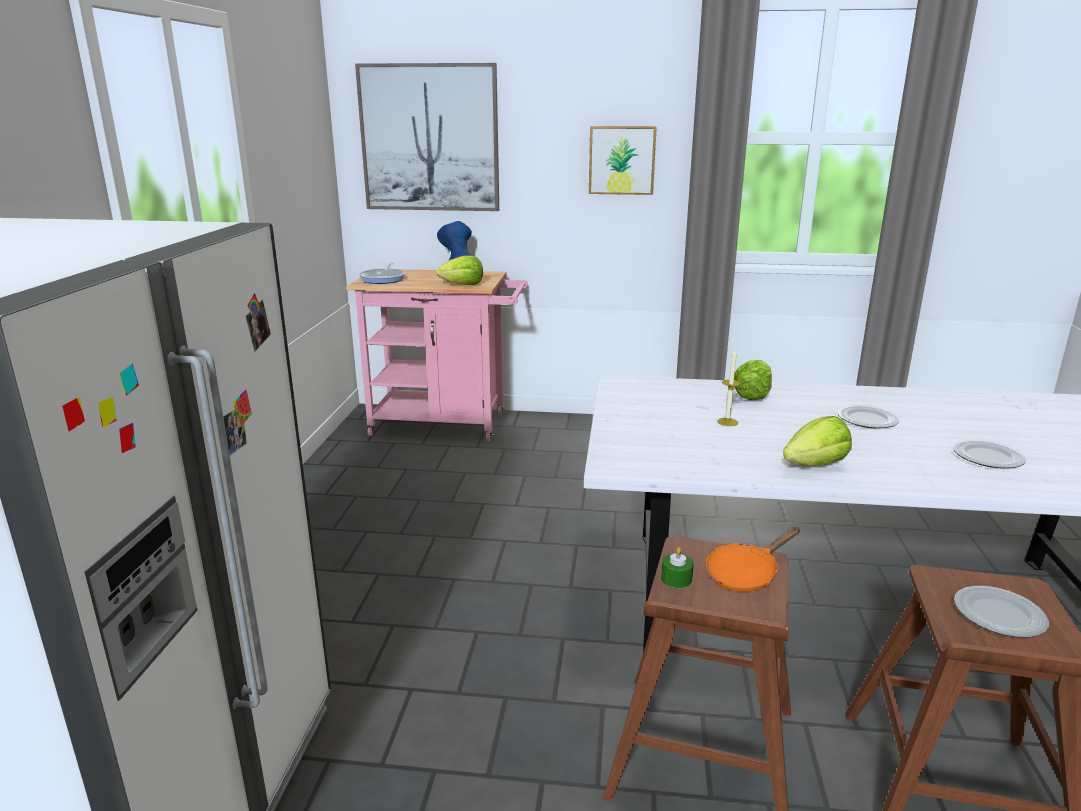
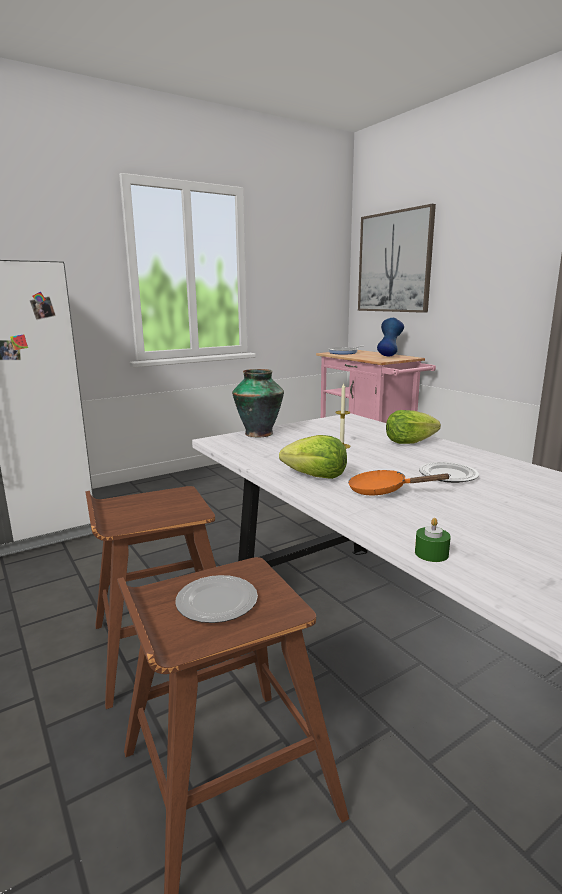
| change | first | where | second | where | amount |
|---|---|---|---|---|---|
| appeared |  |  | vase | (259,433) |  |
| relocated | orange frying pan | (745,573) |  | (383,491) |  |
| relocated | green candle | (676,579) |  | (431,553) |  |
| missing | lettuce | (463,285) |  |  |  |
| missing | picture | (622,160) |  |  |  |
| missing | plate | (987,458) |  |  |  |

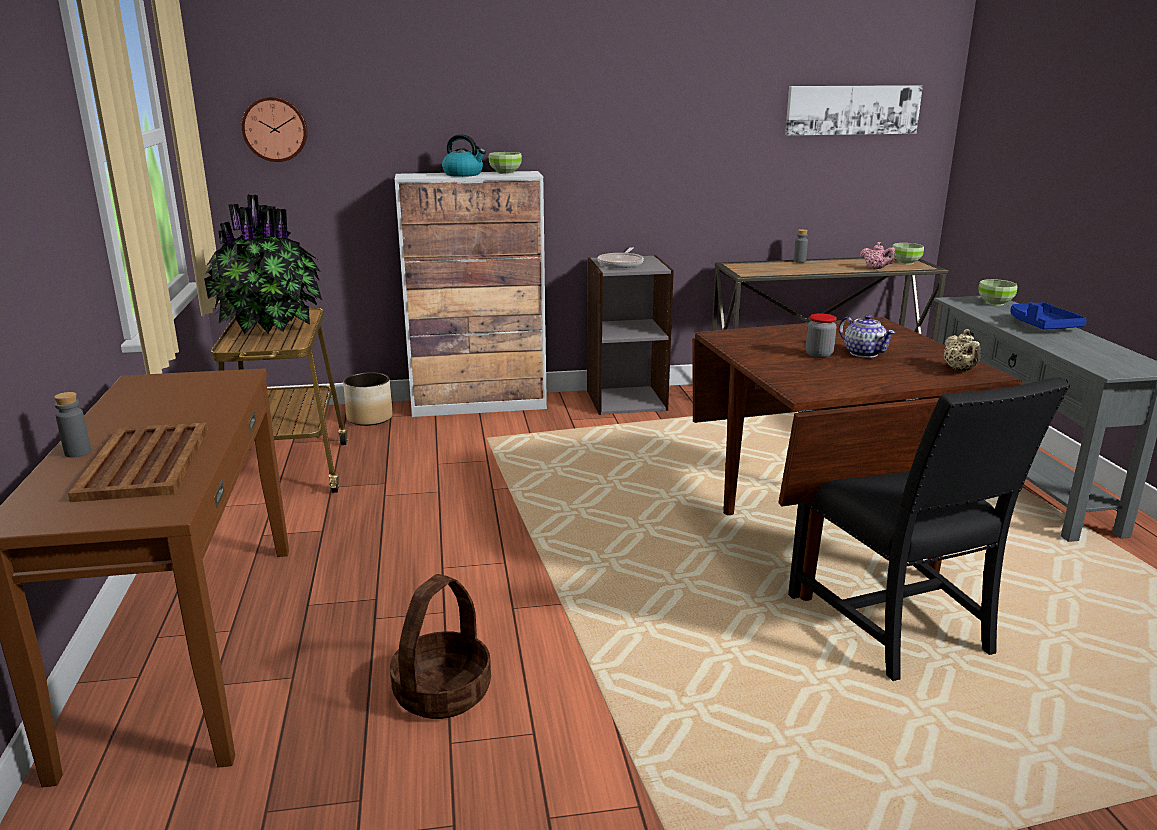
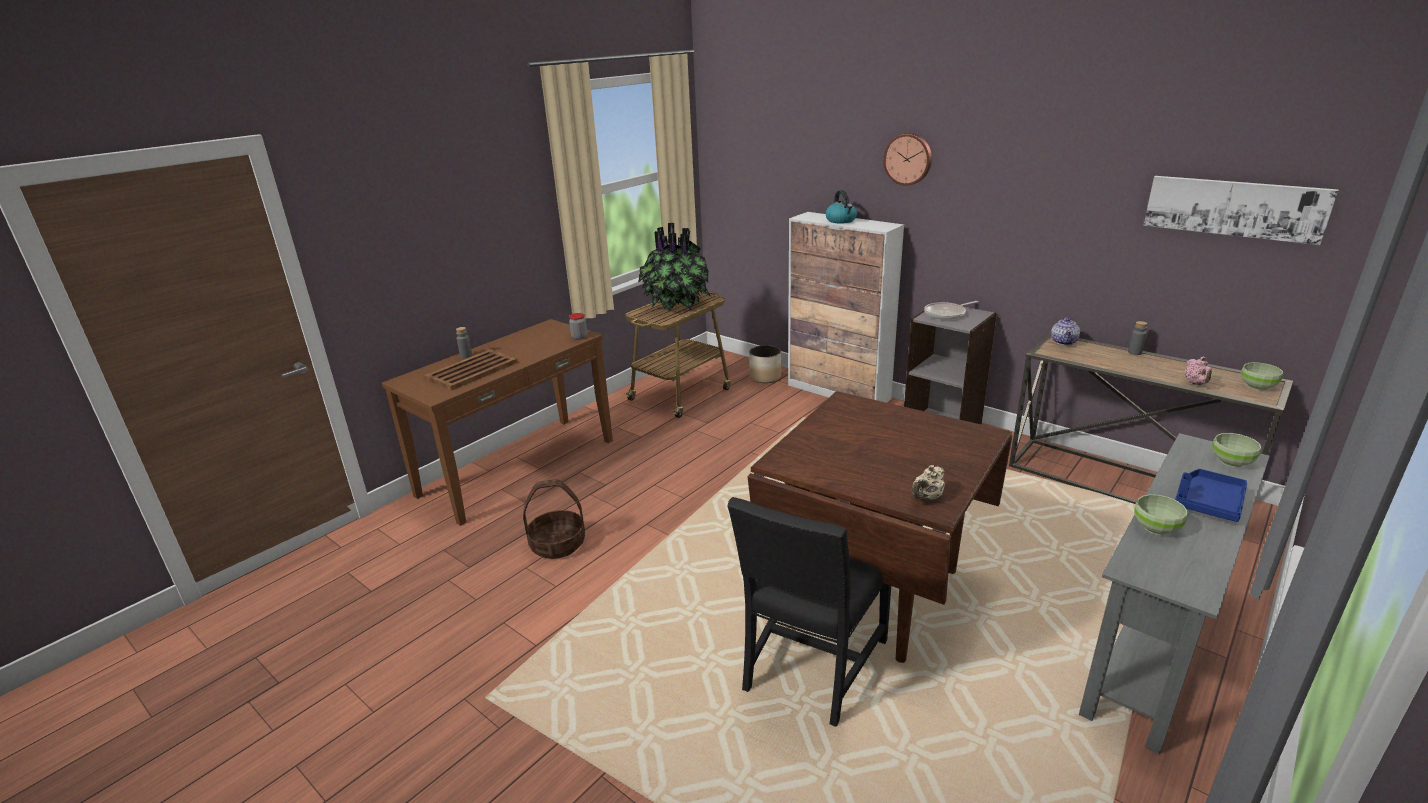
| change | first | where | second | where | amount |
|---|---|---|---|---|---|
| relocated | jar | (819,355) |  | (579,337) |  |
| relocated | wall clock | (275,129) |  | (908,159) |  |
| relocated | teapot | (863,353) |  | (1064,342) |  |
| relocated | green bowl | (505,173) |  | (1155,528) |  |

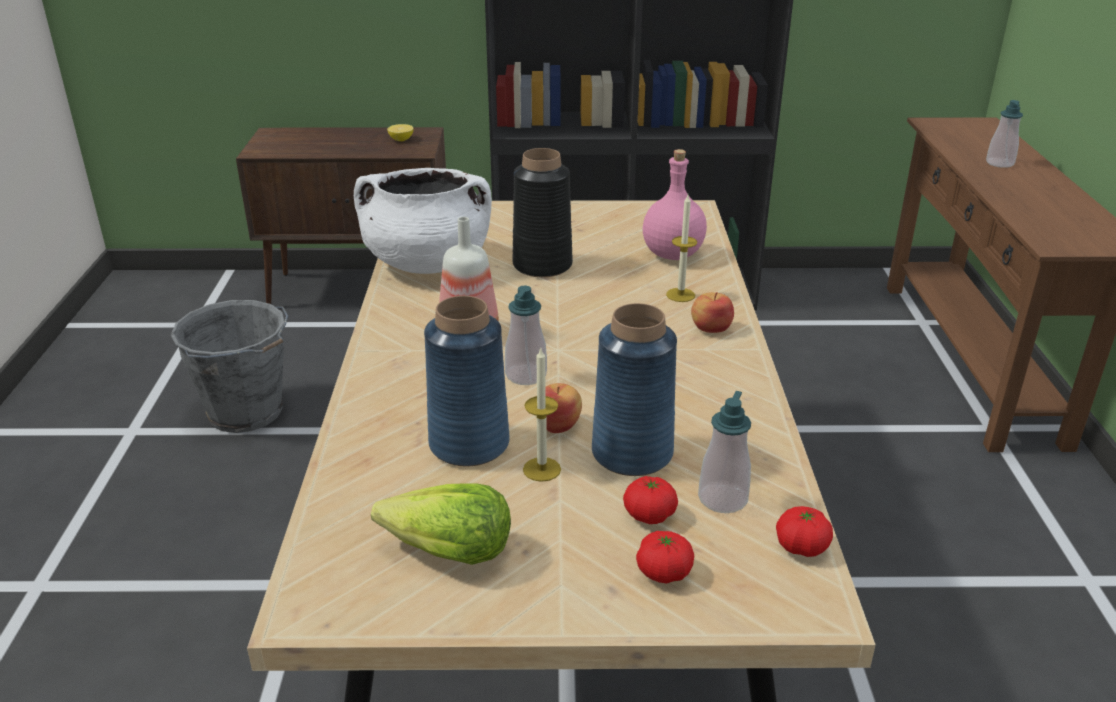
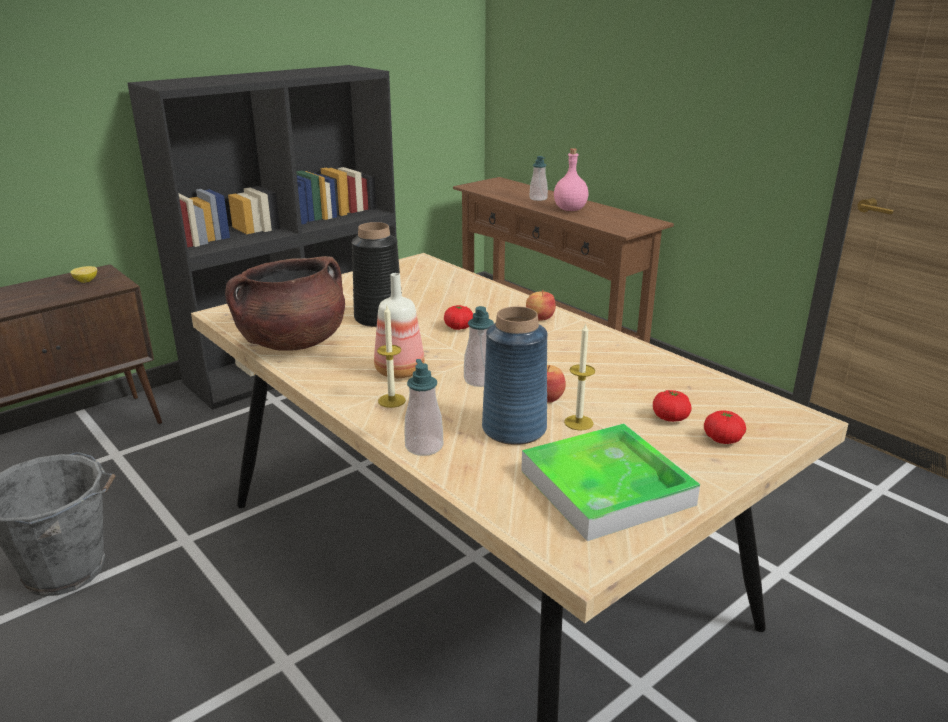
| change | first | where | second | where | amount |
|---|---|---|---|---|---|
| colour | white cooking pot | (427,263) | brown cooking pot | (293,343) |  |
| relocated | candle | (680,295) |  | (391,400) |  |
| relocated | soap dispenser | (722,499) |  | (424,446) |  |
| relocated | tomato | (801,546) |  | (458,327) |  |
| exchanged | lettuce | (448,552) | tray | (606,487) |  |
| relocated | pink bottle | (673,254) |  | (570,209) |  |
| missing | blue vase | (631,453) |  |  |  |

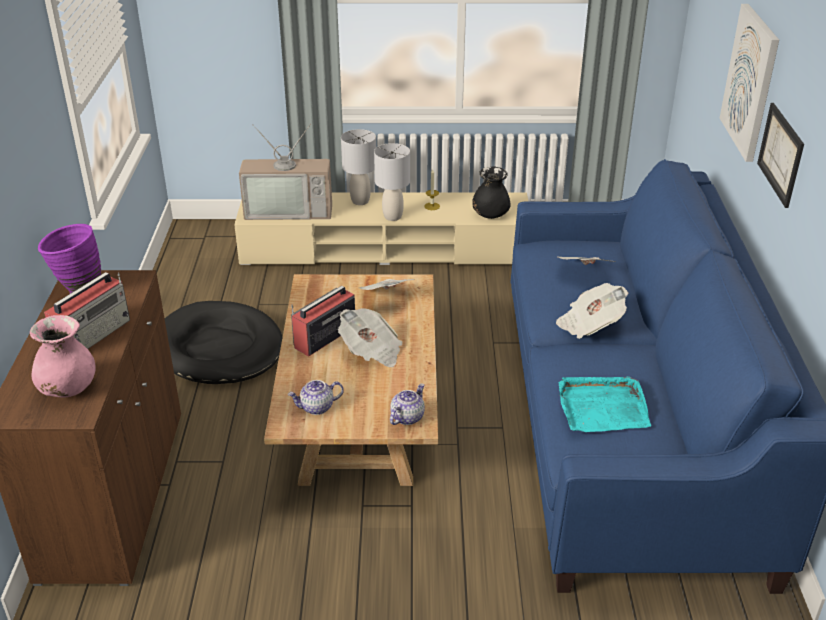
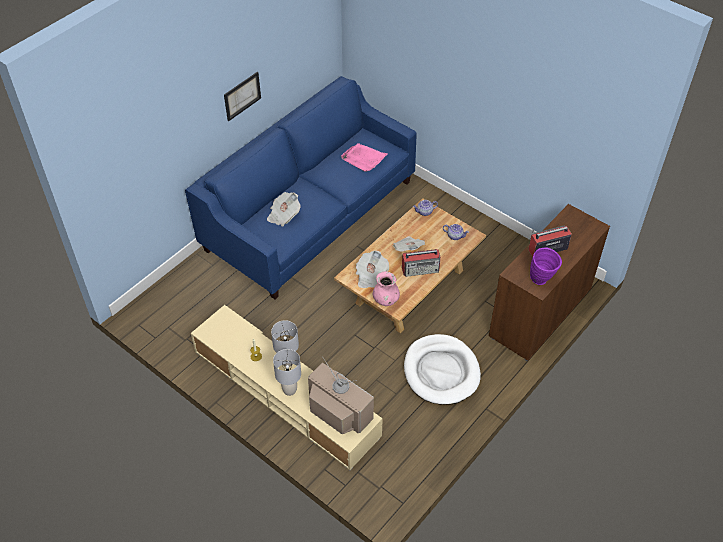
| change | first | where | second | where | amount |
|---|---|---|---|---|---|
| colour | turquoise tray | (602,407) | pink tray | (363,158) |  |
| relocated | pink vase | (68,389) |  | (386,300) |  |
| colour | black dog bed | (219,348) | white dog bed | (441,371) |  |
| missing | black vase | (490,215) |  |  |  |
| missing | newspaper | (589,325) |  |  |  |
| missing | picture | (750,82) |  |  |  |

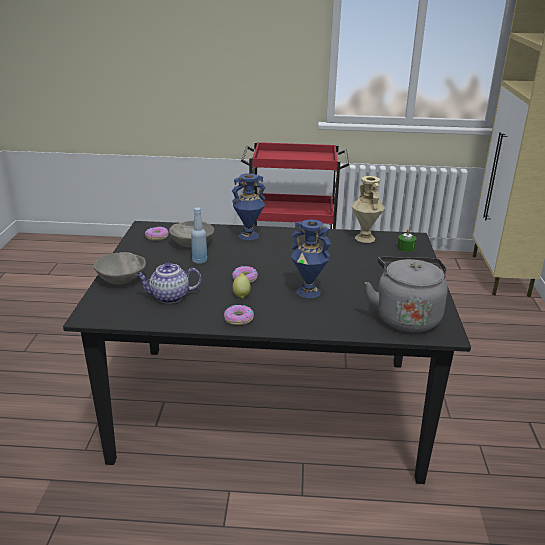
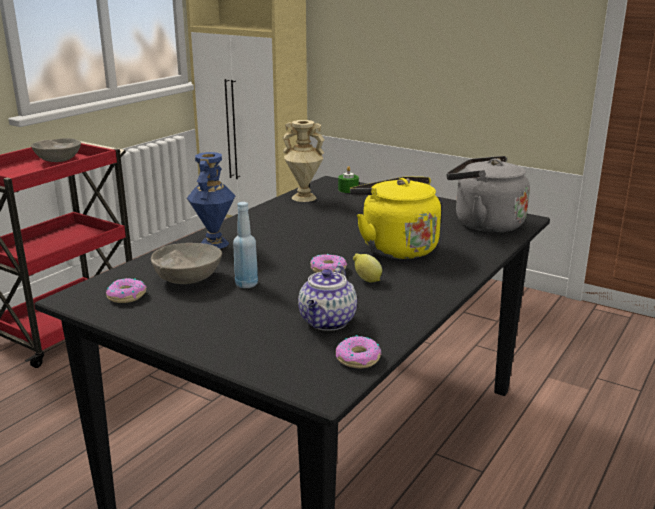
| change | first | where | second | where | amount |
|---|---|---|---|---|---|
| relocated | grey bowl | (120,279) |  | (57,160) |  |
| relocated | donut | (238,319) |  | (358,359) |  |
| exchanged | blue vase | (309,291) | yellow kettle | (395,248) |  |

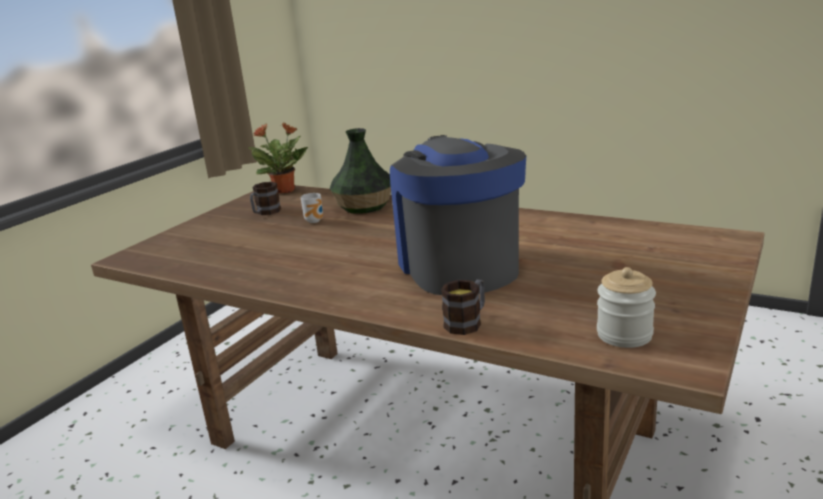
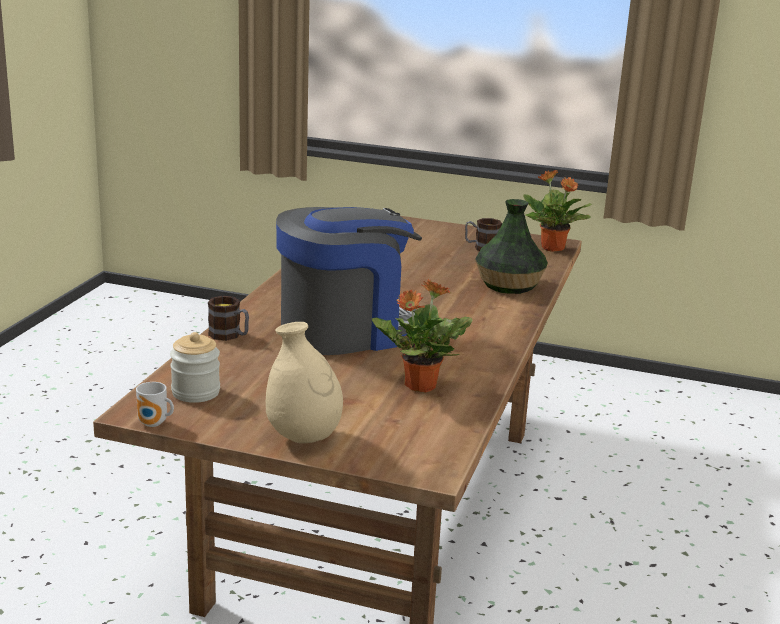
| change | first | where | second | where | amount |
|---|---|---|---|---|---|
| relocated | mug | (316,220) |  | (154,424) |  |
| appeared |  |  | beige vase | (303,437) |  |
| appeared |  |  | potted plant | (419,386) |  |

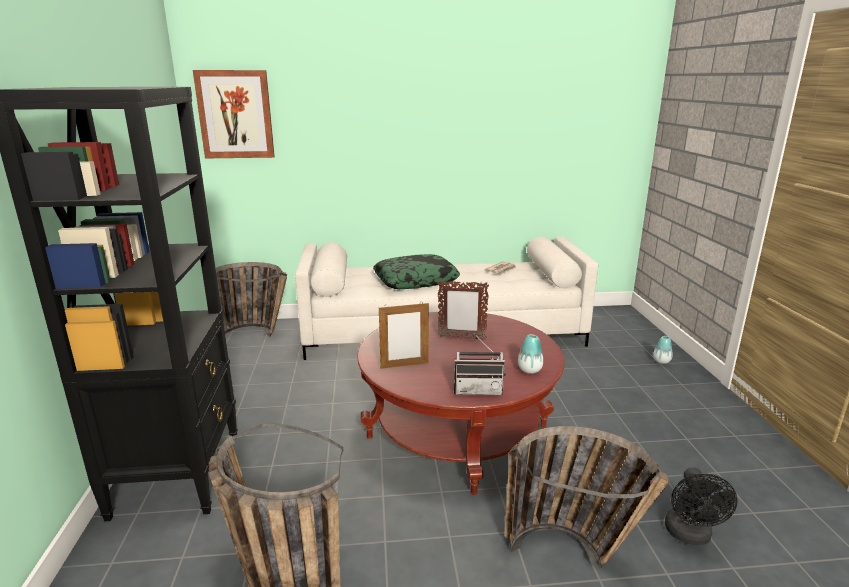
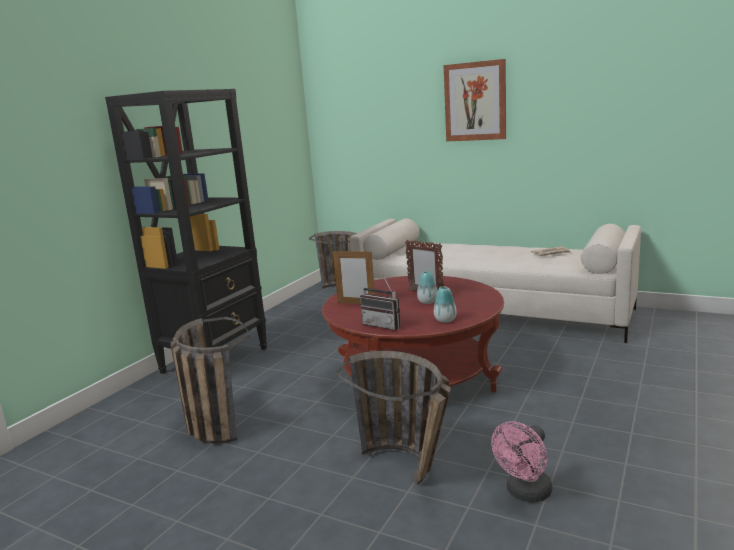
| change | first | where | second | where | amount |
|---|---|---|---|---|---|
| relocated | vase | (661,361) |  | (427,302) |  |
| relocated | picture | (235,114) |  | (475,101) |  |
| colour | black fan | (690,536) | pink fan | (525,493) |  |
| missing | pillow | (416,280) |  |  |  |

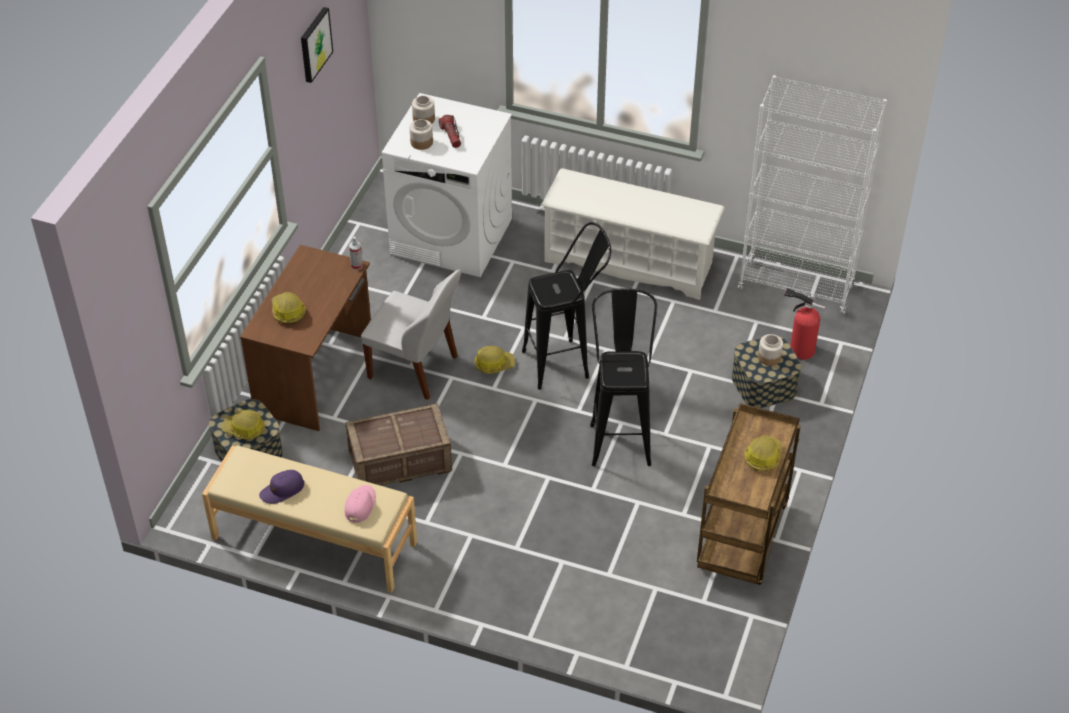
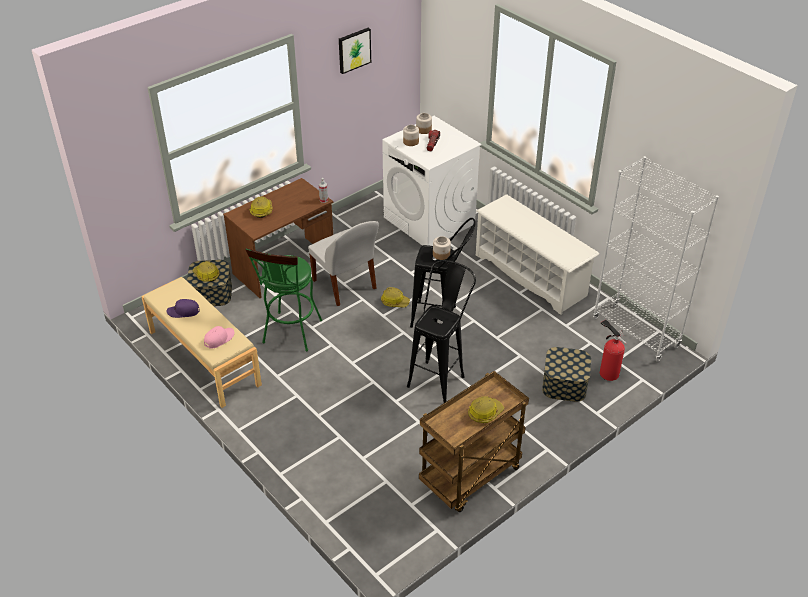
| change | first | where | second | where | amount |
|---|---|---|---|---|---|
| exchanged | crate | (399,462) | green stool | (291,335) |  |
| relocated | jar | (769,357) |  | (441,254) |  |

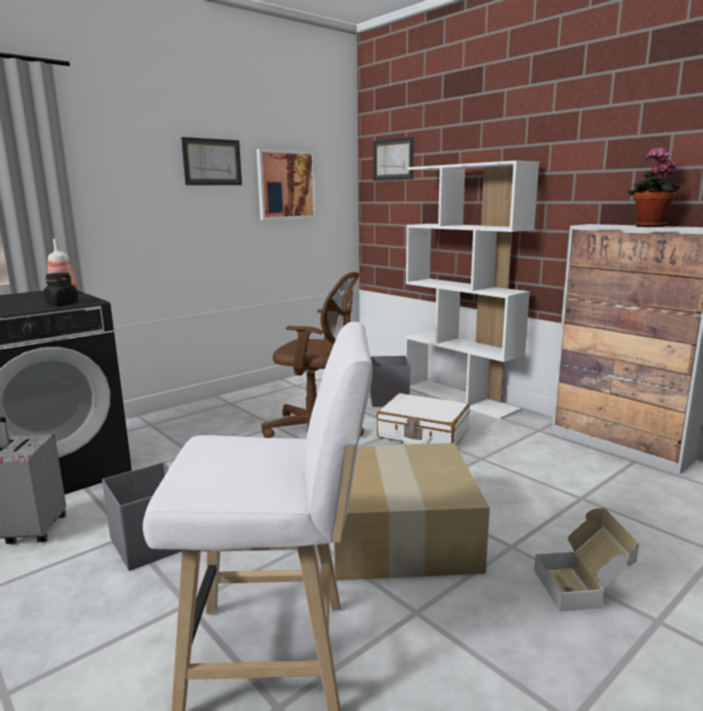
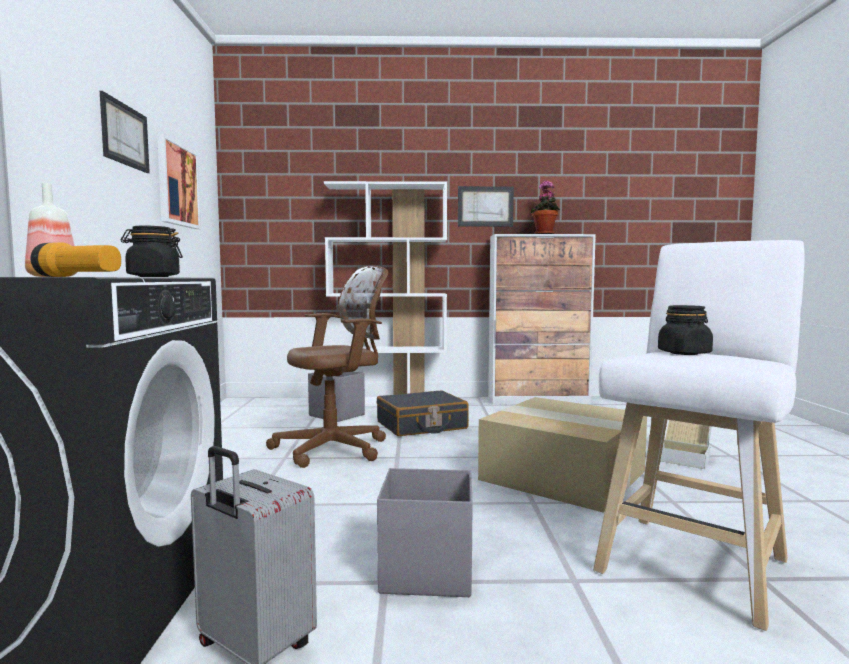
| change | first | where | second | where | amount |
|---|---|---|---|---|---|
| appeared |  |  | flashlight | (78,276) |  |
| colour | white suitcase | (423,434) | black suitcase | (422,426) |  |
| relocated | picture | (393,159) |  | (485,206) |  |
| appeared |  |  | black jar | (684,353) |  |

